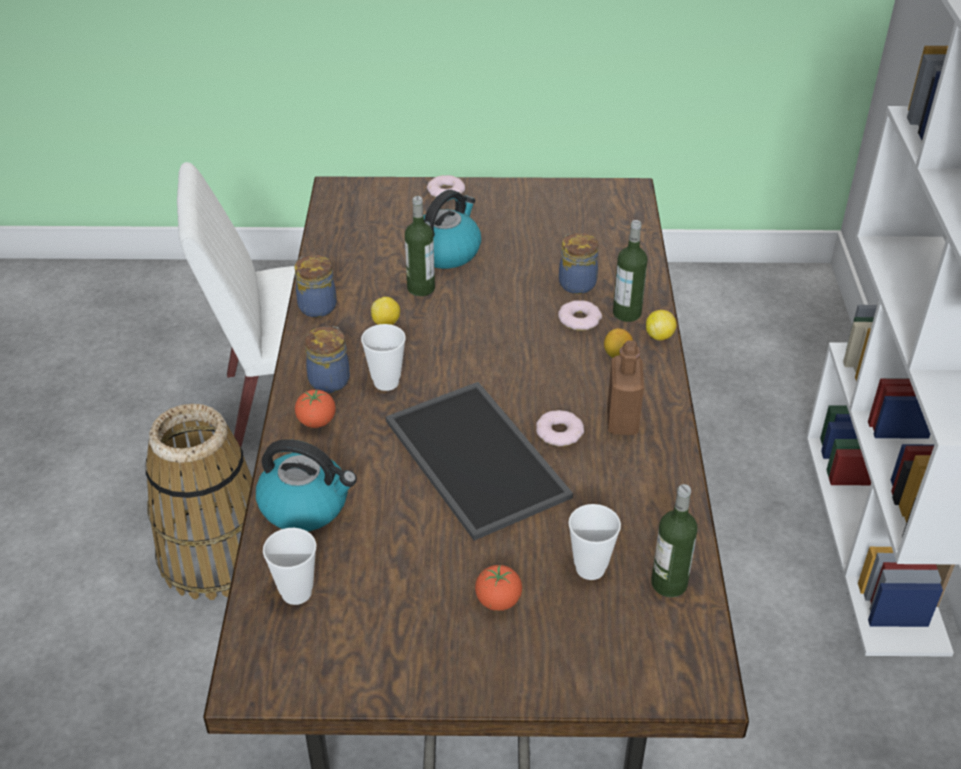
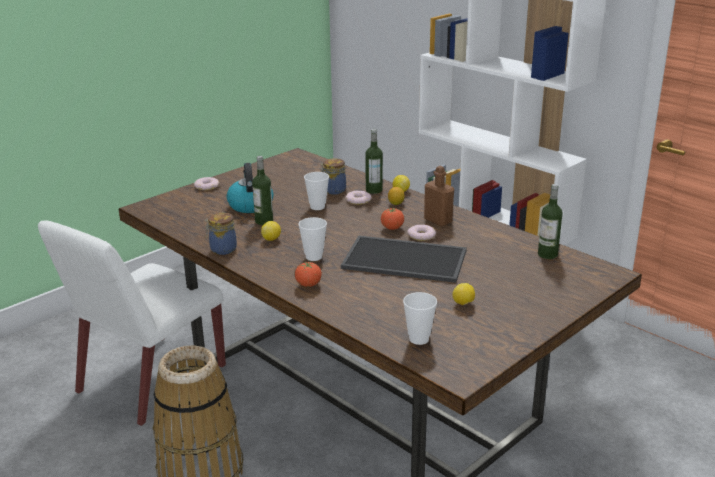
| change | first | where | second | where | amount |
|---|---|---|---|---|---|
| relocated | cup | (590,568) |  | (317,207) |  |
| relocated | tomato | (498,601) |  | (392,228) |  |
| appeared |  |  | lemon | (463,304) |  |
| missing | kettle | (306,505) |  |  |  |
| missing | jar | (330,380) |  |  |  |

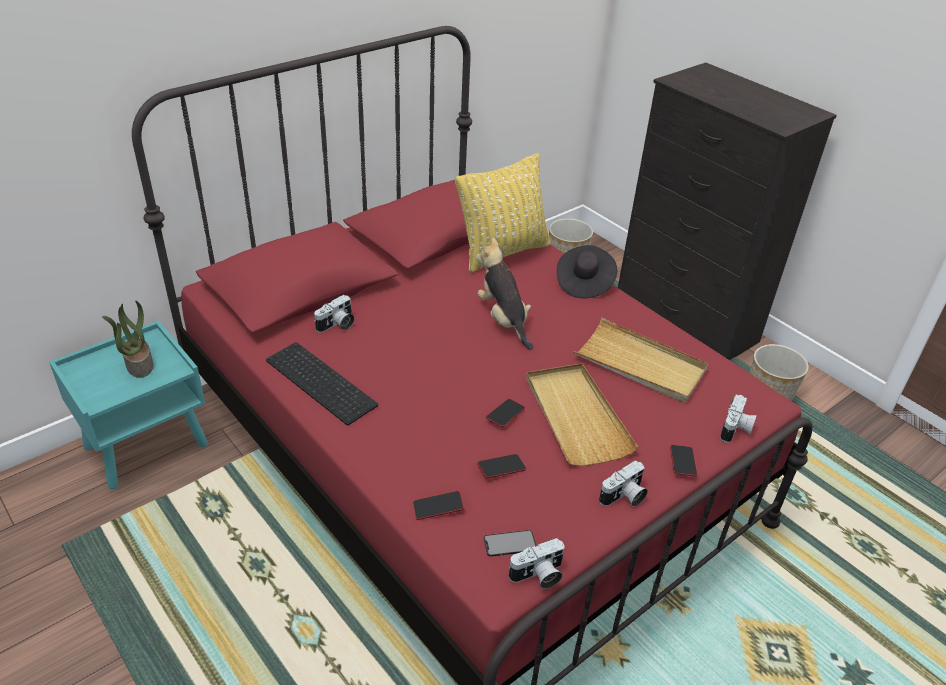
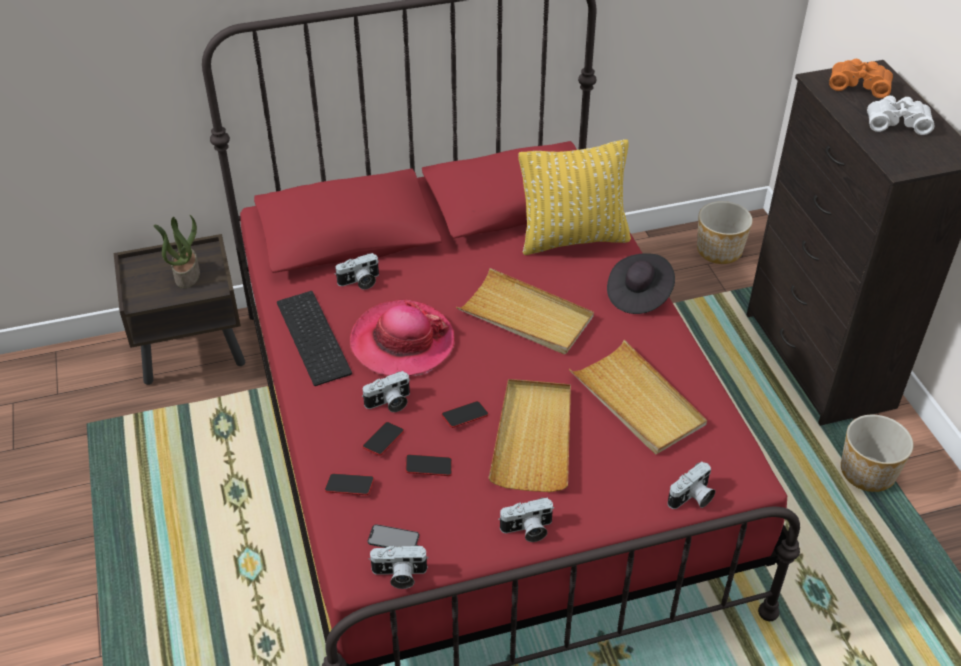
| change | first | where | second | where | amount |
|---|---|---|---|---|---|
| colour | turquoise nightstand | (147,445) | brown nightstand | (193,351) |  |
| appeared |  |  | hat | (402,342) |  |
| appeared |  |  | photo camera | (389,403) |  |
| relocated | phone | (682,463) |  | (383,441) |  |
| exchanged | plush toy | (503,320) | beige tray | (526,316) |  |
| appeared |  |  | orange binoculars | (859,84) |  |
| appeared |  |  | white binoculars | (897,122) |  |

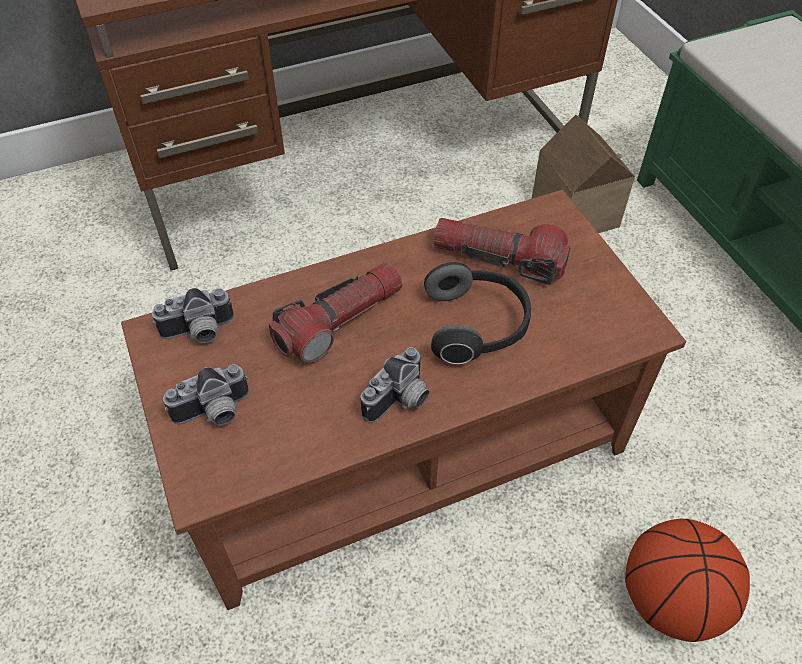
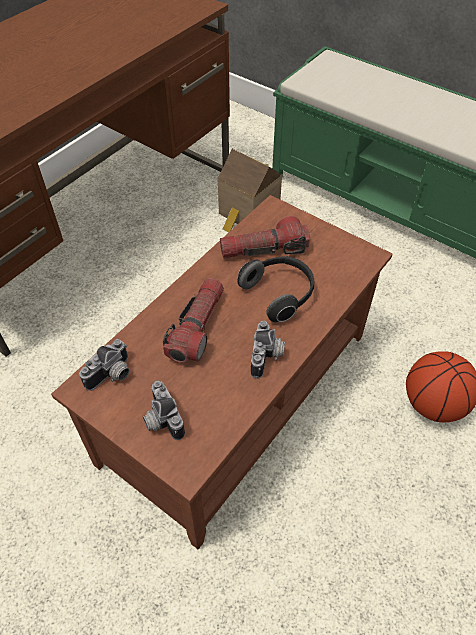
| change | first | where | second | where | amount |
|---|---|---|---|---|---|
| spun | photo camera | (214,413) |  | (161,419) | 120 degrees clockwise |

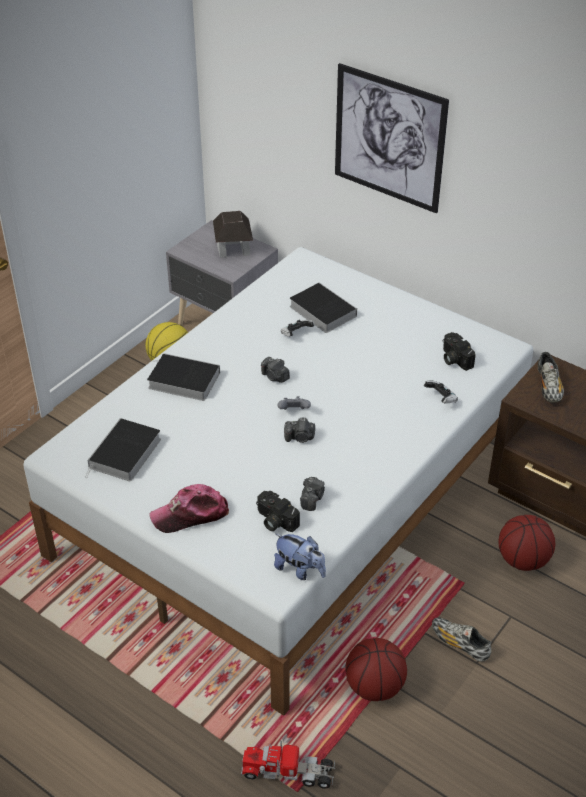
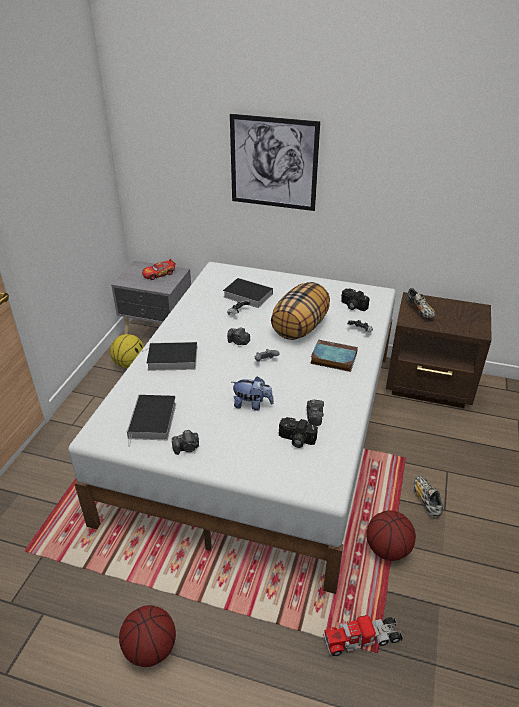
| change | first | where | second | where | amount |
|---|---|---|---|---|---|
| relocated | basketball | (523,560) |  | (151,649) |  |
| exchanged | toy house | (233,248) | toy car | (159,274) |  |
| relocated | photo camera | (300,438) |  | (187,448) |  |
| relocated | plush toy | (300,569) |  | (252,405) |  |
| appeared |  |  | pillow | (300,328) |  |
| appeared |  |  | book | (332,358) |  |
| spun | shoe | (459,644) |  | (426,500) | 60 degrees clockwise |
| missing | cap | (190,515) |  |  |  |

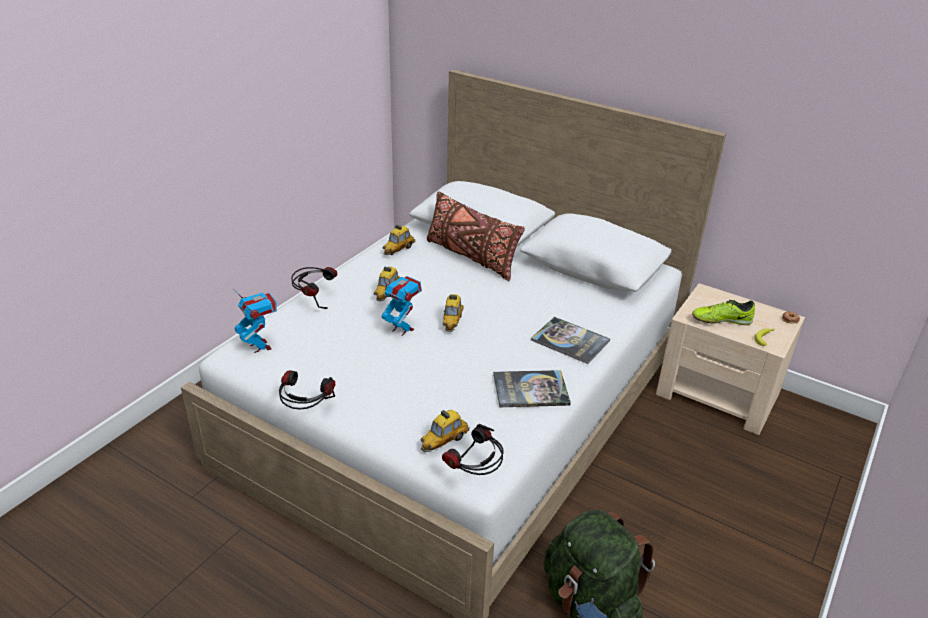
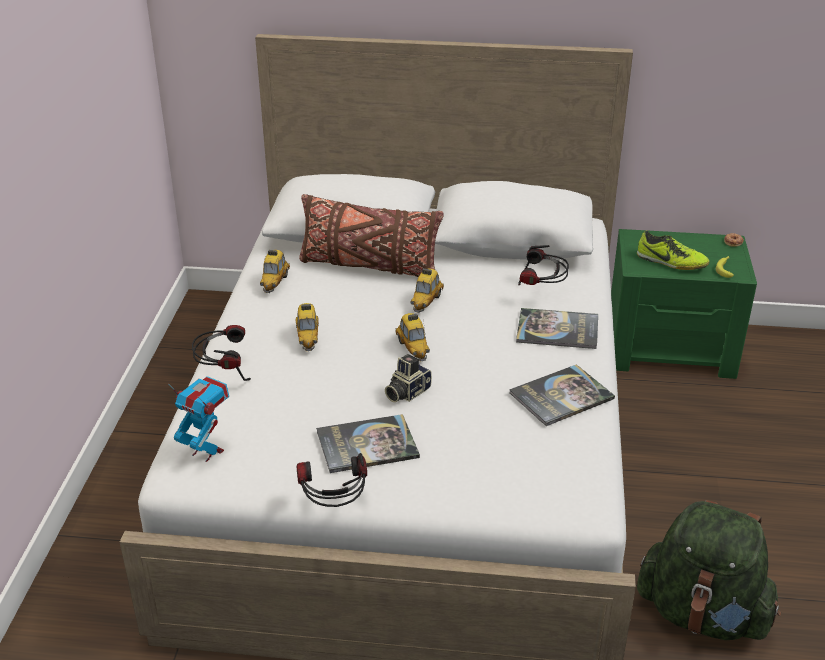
| change | first | where | second | where | amount |
|---|---|---|---|---|---|
| appeared |  |  | book | (367,445) |  |
| appeared |  |  | photo camera | (406,392) |  |
| relocated | toy car | (444,441) |  | (426,302) |  |
| relocated | headphones | (474,475) |  | (541,293) |  |
| colour | beige nightstand | (718,393) | green nightstand | (671,348) |  |
| spun | shoe | (721,320) |  | (671,262) | 120 degrees counterclockwise |
| missing | toy robot | (402,329) |  |  |  |

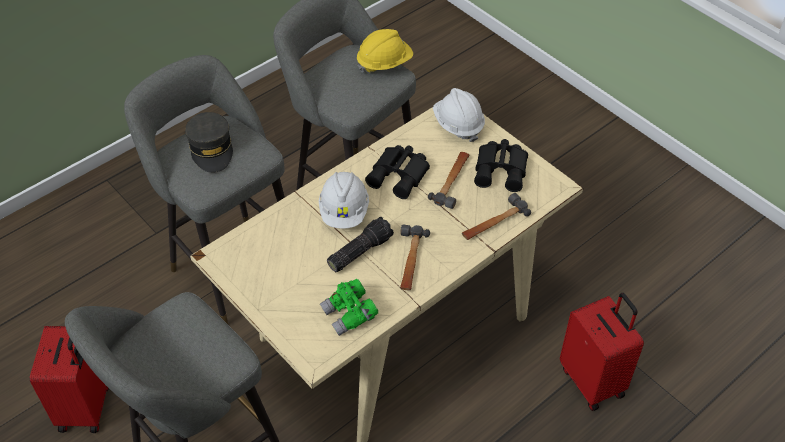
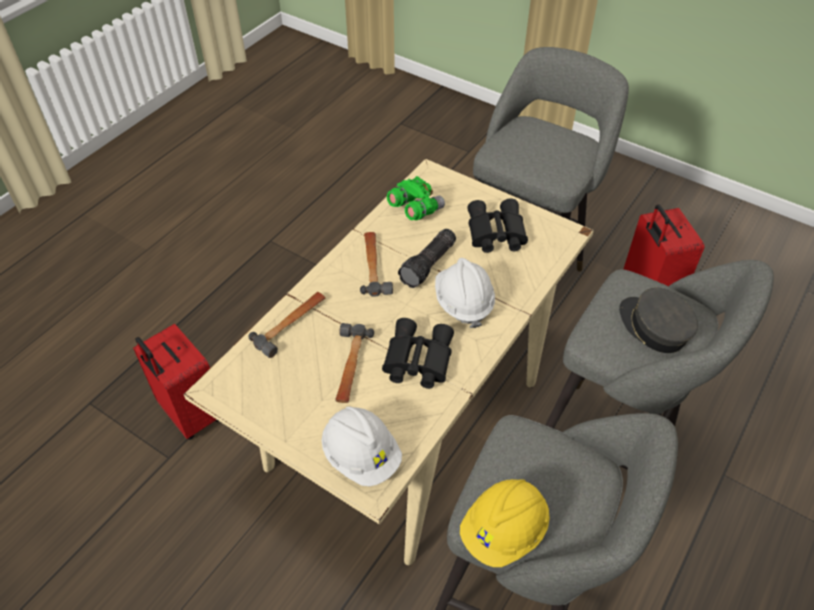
| change | first | where | second | where | amount |
|---|---|---|---|---|---|
| relocated | black binoculars | (502,170) |  | (494,233) |  |

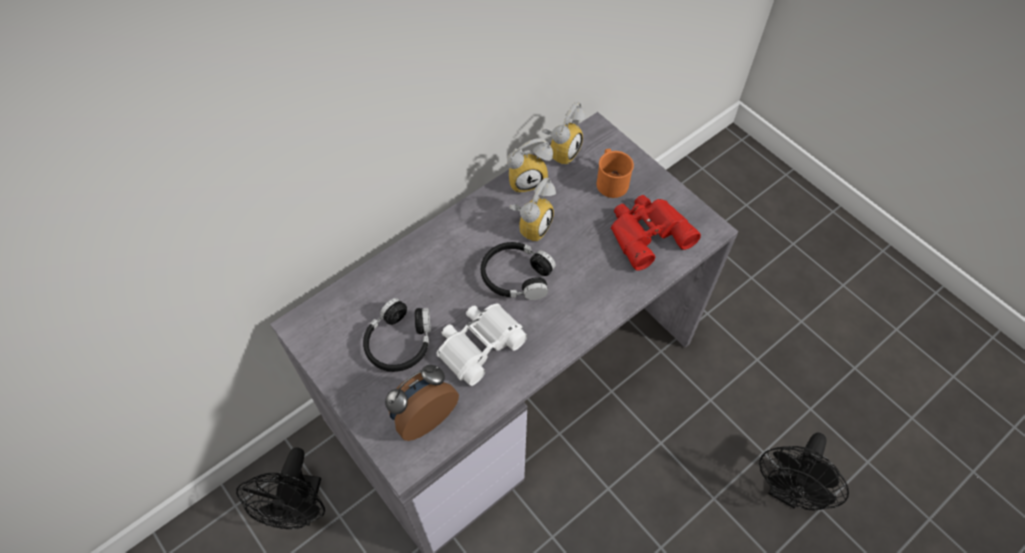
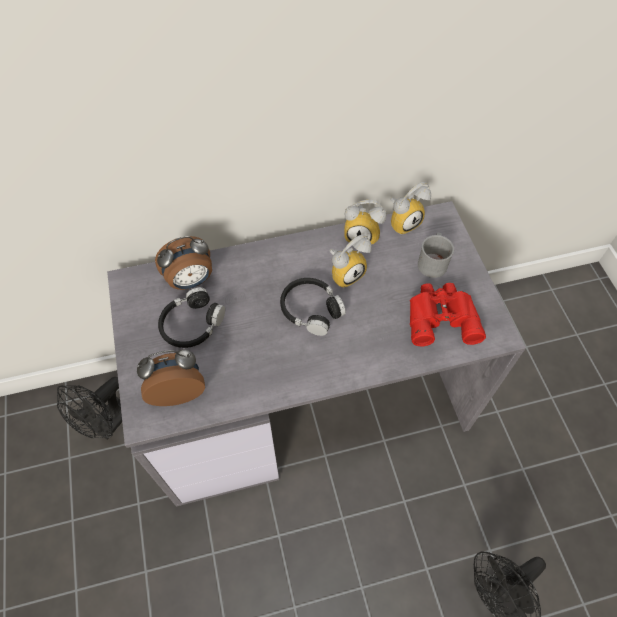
| change | first | where | second | where | amount |
|---|---|---|---|---|---|
| appeared |  |  | alarm clock | (191,281) |  |
| colour | orange mug | (611,180) | grey mug | (432,261) |  |
| missing | white binoculars | (479,345) |  |  |  |

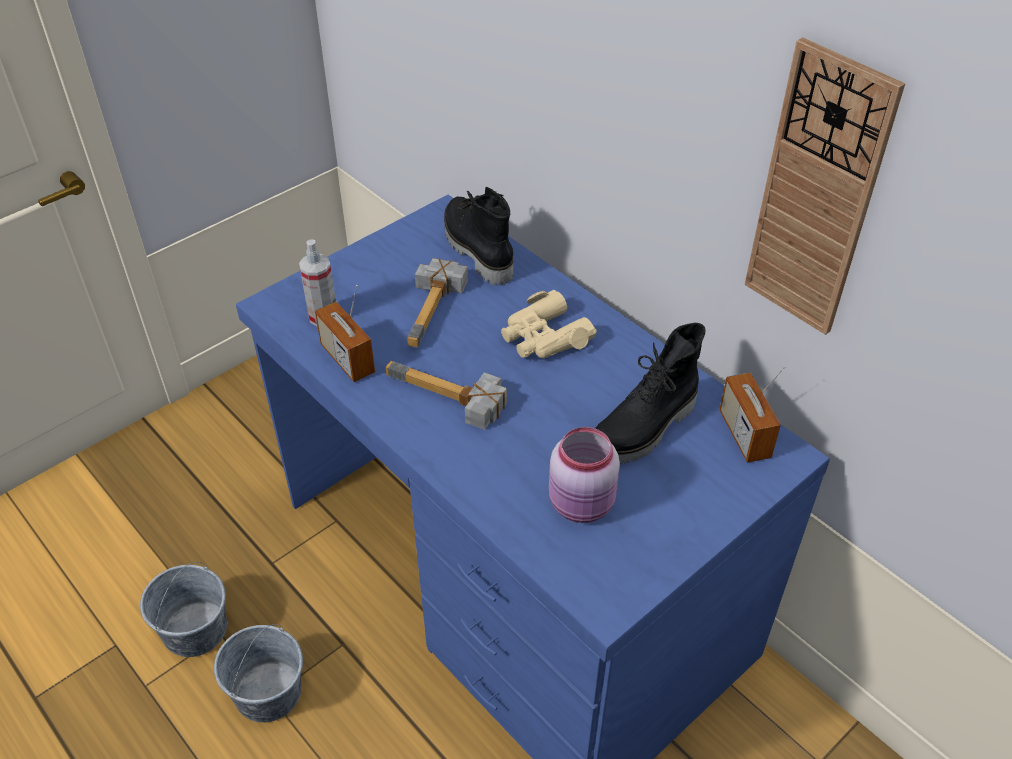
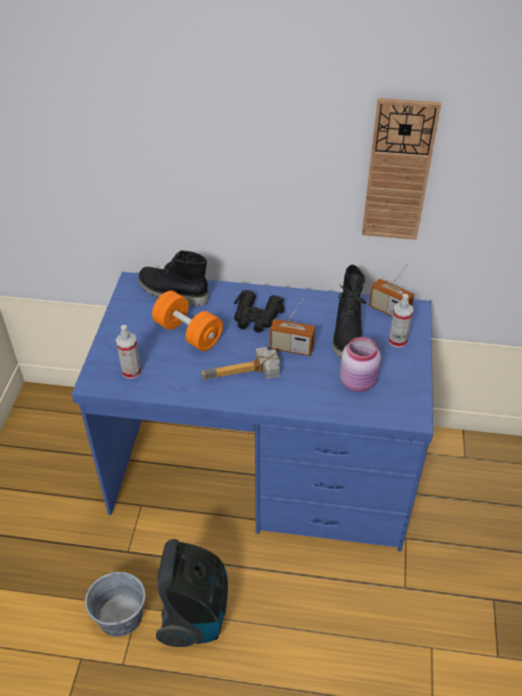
| change | first | where | second | where | amount |
|---|---|---|---|---|---|
| exchanged | hammer | (438,309) | orange dumbbell | (188,333) |  |
| exchanged | grey bucket | (268,692) | vacuum cleaner | (195,614) |  |
| colour | beige binoculars | (544,337) | black binoculars | (256,317) |  |
| relocated | radio | (347,359) |  | (291,348) |  |
| appeared |  |  | spray bottle | (397,341) |  |

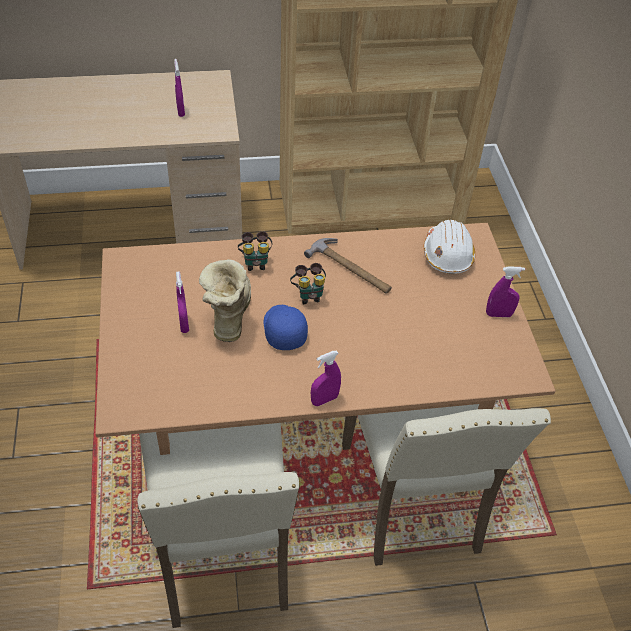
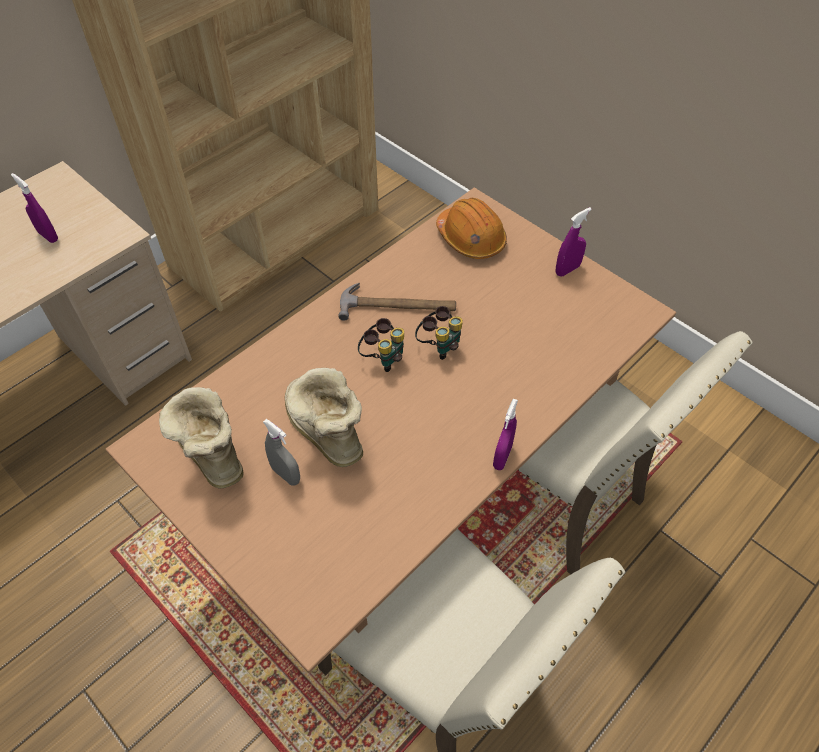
| change | first | where | second | where | amount |
|---|---|---|---|---|---|
| appeared |  |  | boot | (208,451) |  |
| colour | purple spray bottle | (184,324) | grey spray bottle | (286,475) |  |
| relocated | binoculars | (255,262) |  | (439,346) |  |
| colour | white hard hat | (447,255) | orange hard hat | (471,239) |  |
| missing | blue cap | (283,330) |  |  |  |

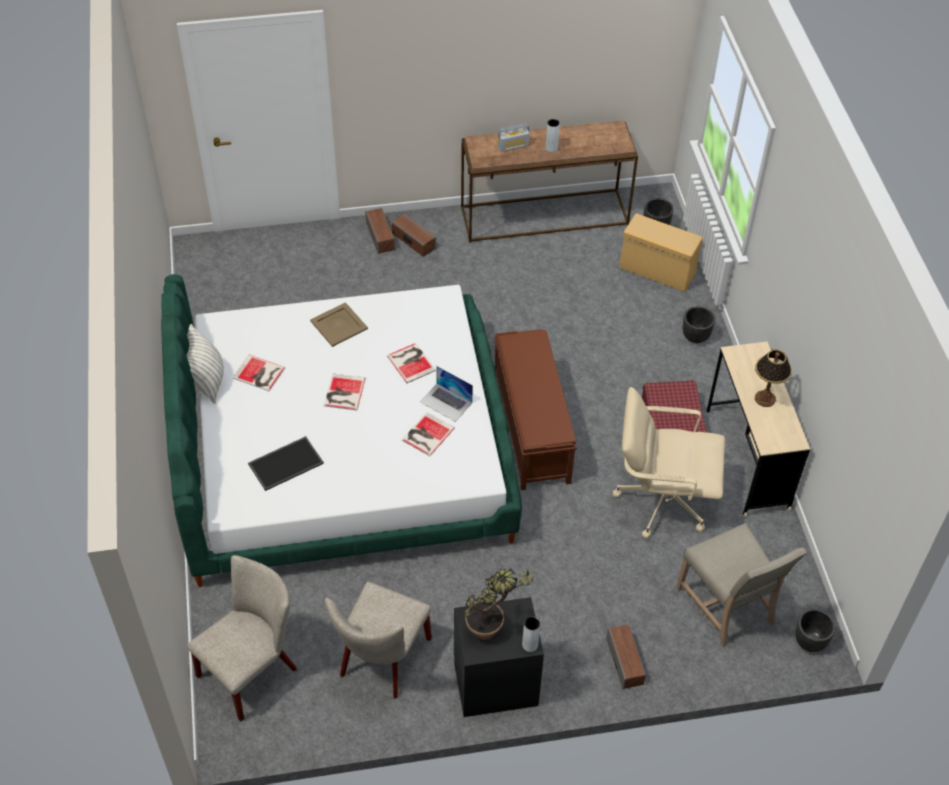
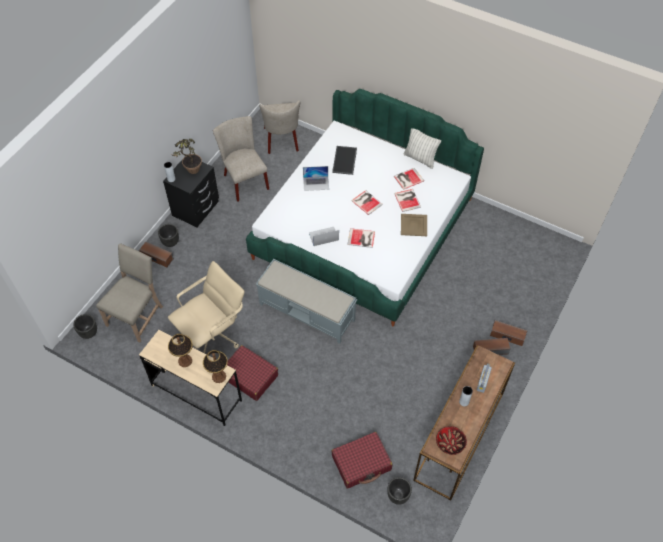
| change | first | where | second | where | amount |
|---|---|---|---|---|---|
| spun | beige chair | (728,607) |  | (137,315) | 105 degrees clockwise |
| relocated | black planter | (695,337) |  | (170,242) |  |
| appeared |  |  | table lamp | (219,376) |  |
| colour | brown bench | (531,427) | grey bench | (307,312) |  |
| appeared |  |  | laptop | (316,183) |  |
| exchanged | beige storage box | (656,270) | red suitcase | (361,463) |  |
| relocated | book | (426,434) |  | (407,199) |  |
| appeared |  |  | bowl | (449,443) |  |

